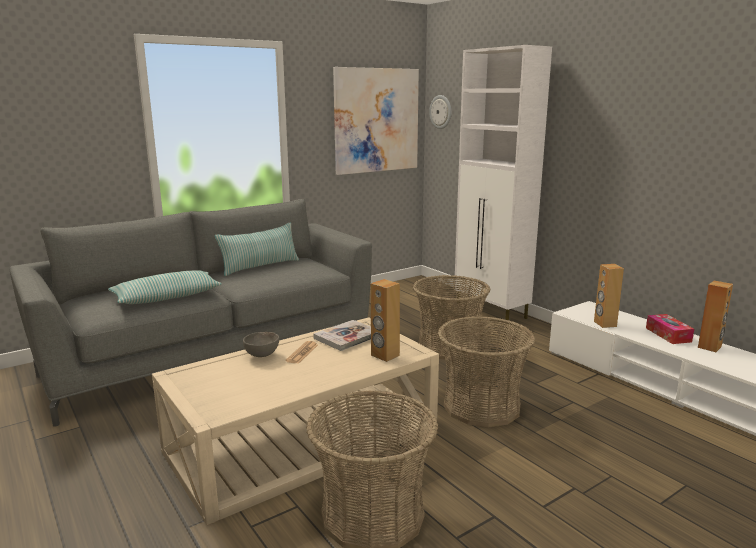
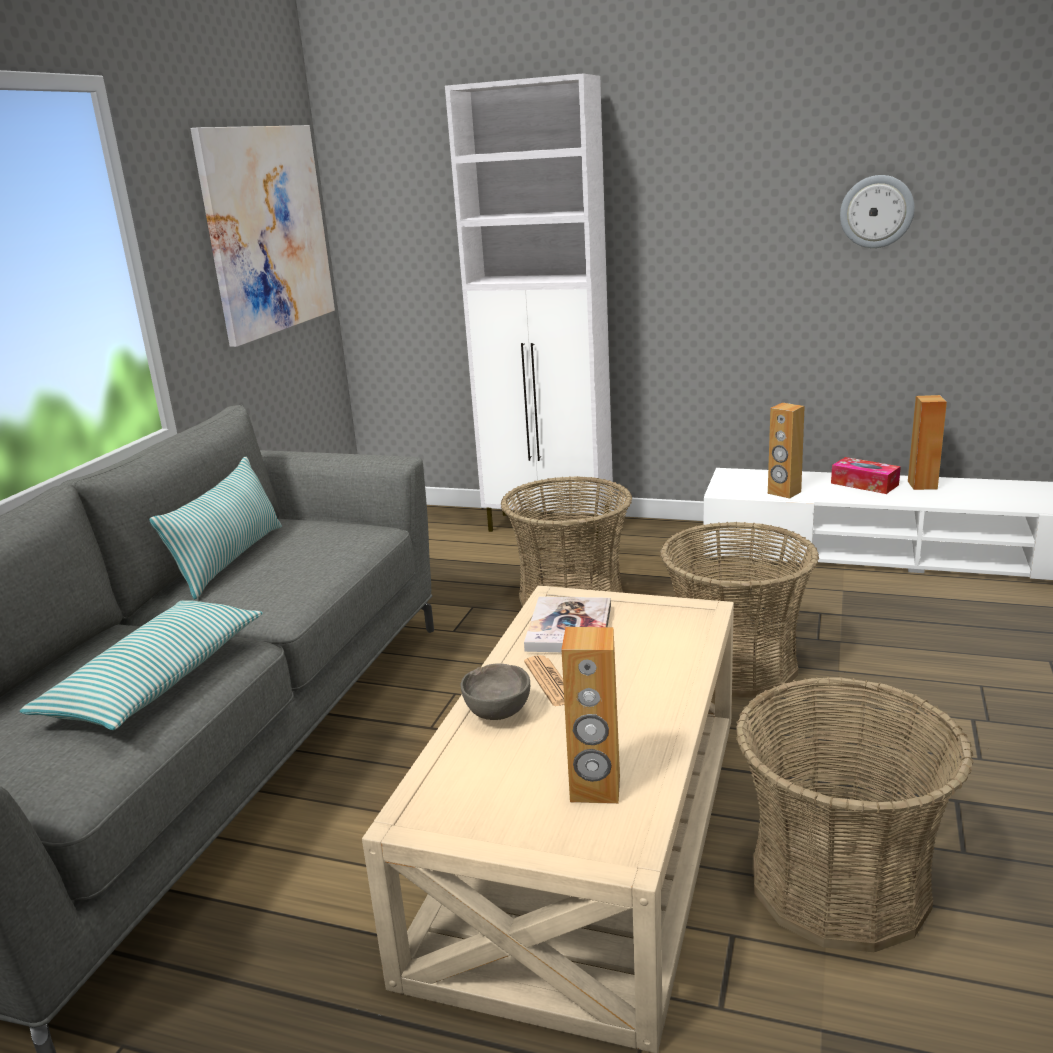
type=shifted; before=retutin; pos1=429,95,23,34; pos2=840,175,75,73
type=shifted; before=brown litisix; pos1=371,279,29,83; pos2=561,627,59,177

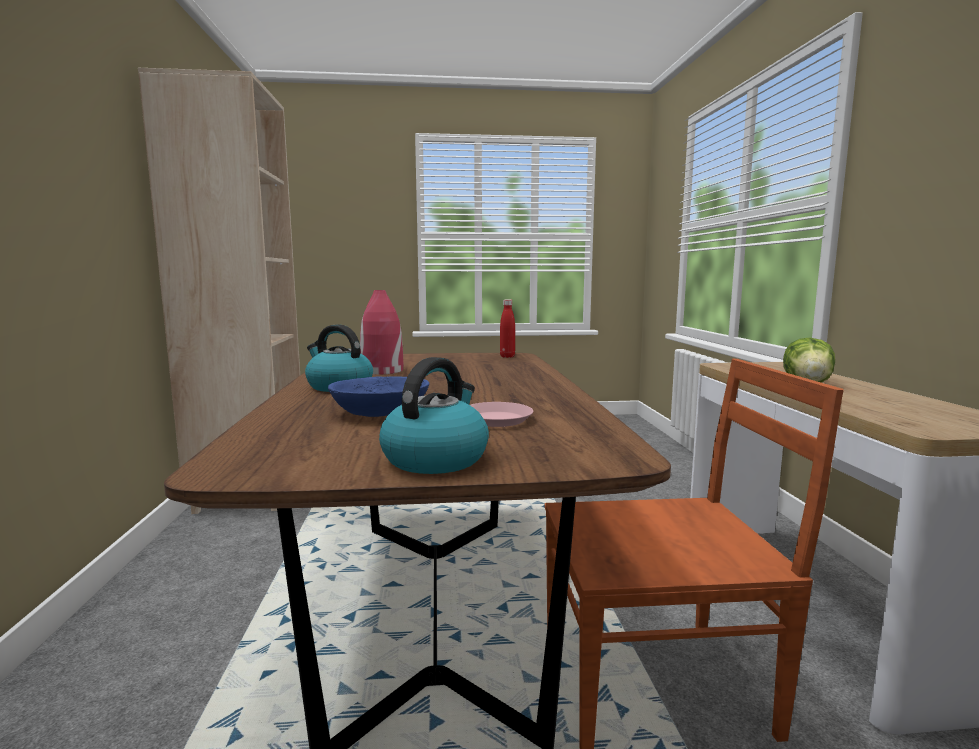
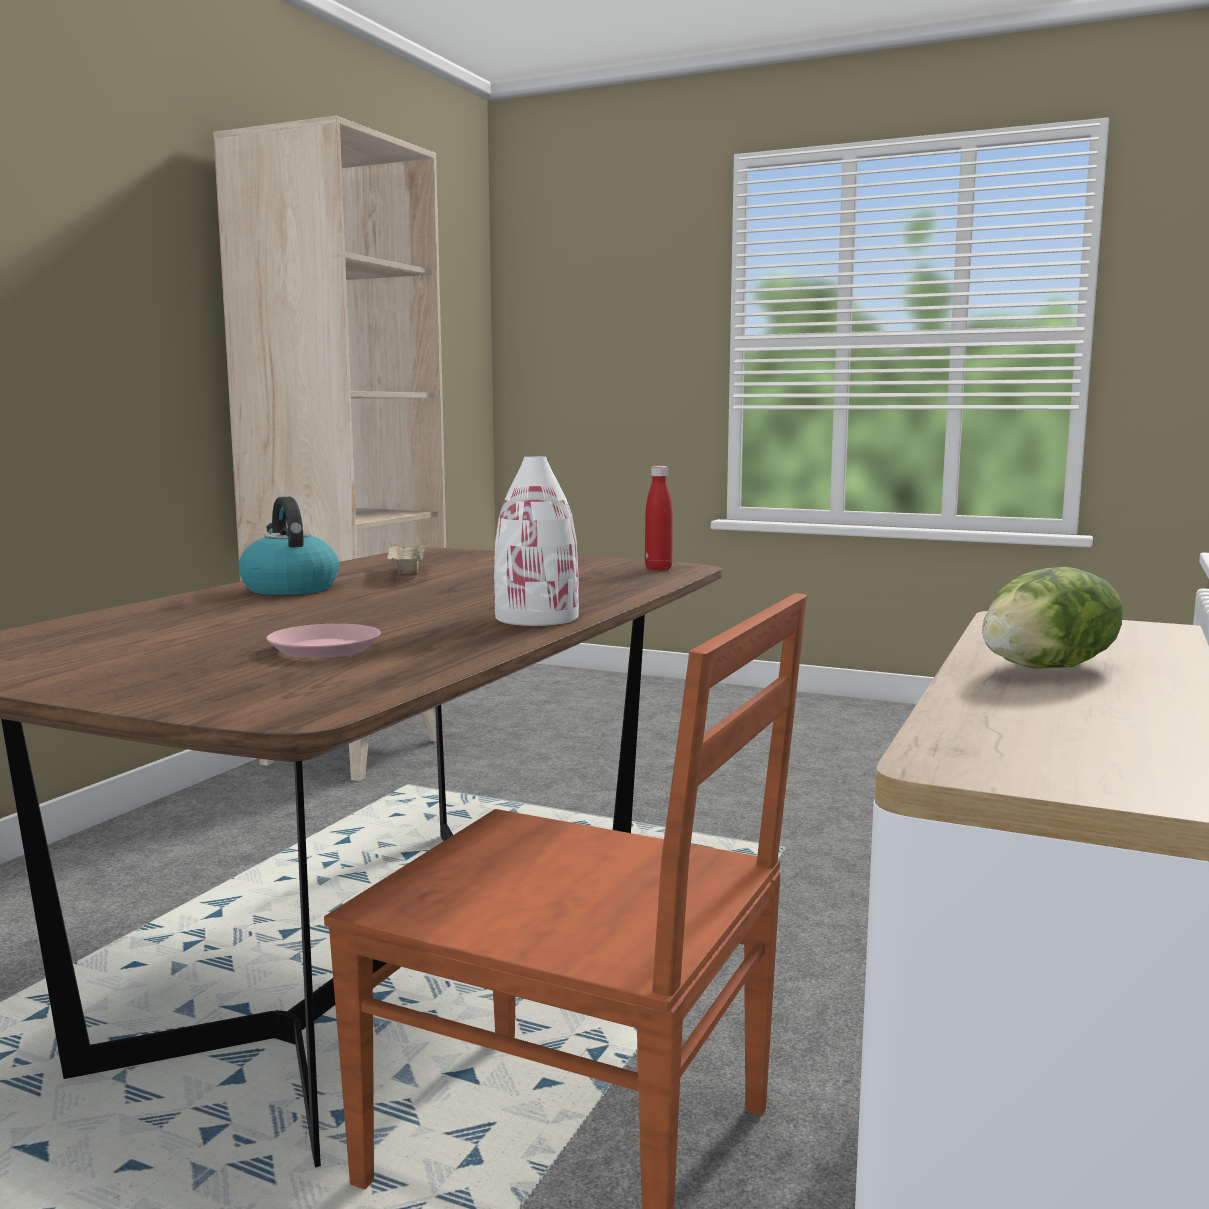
type=swapped; before=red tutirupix; after=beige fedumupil; pos1=360,290,43,84; pos2=386,541,41,35
type=gone; before=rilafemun; pos1=379,357,110,117
type=gone; before=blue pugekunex; pos1=328,376,101,41
type=new; after=white tutirupix; pos2=494,456,85,170

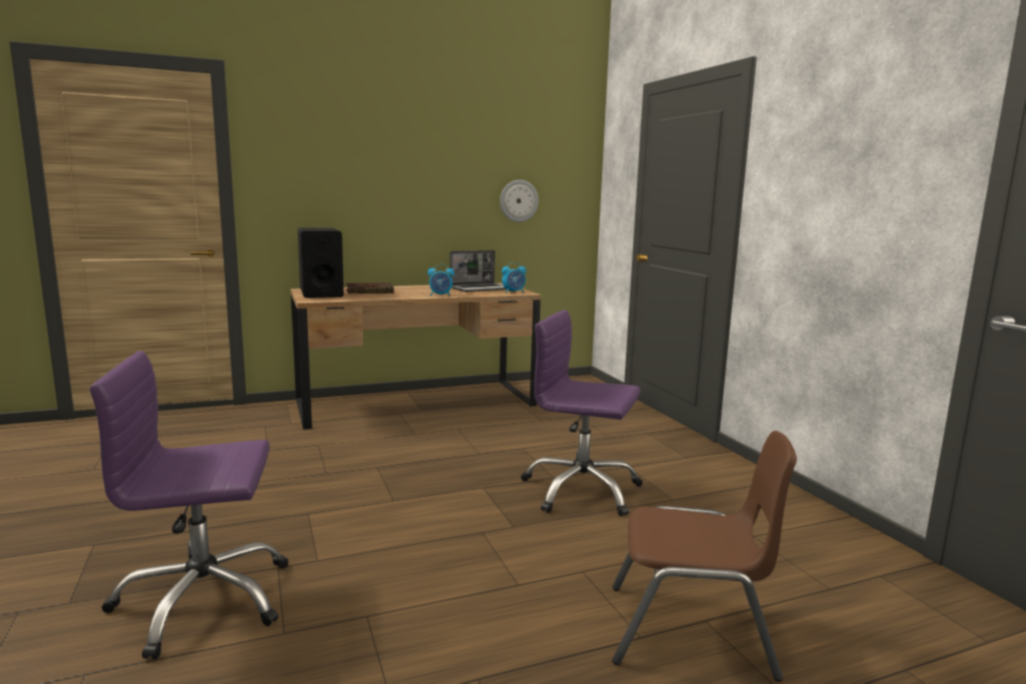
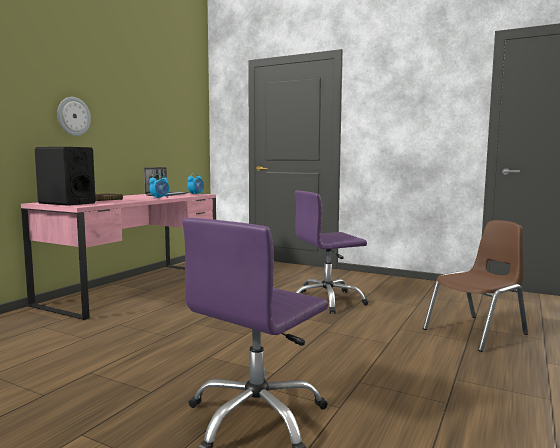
type=shifted; before=retutin; pos1=500,180,39,42; pos2=57,97,34,39
type=repainted; before=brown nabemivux; after=pink nabemivux; pos1=290,283,251,147; pos2=21,193,195,127

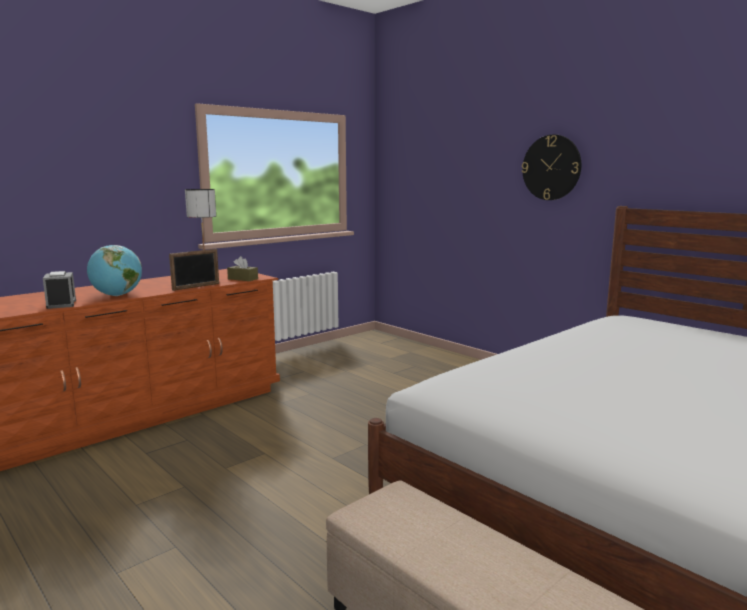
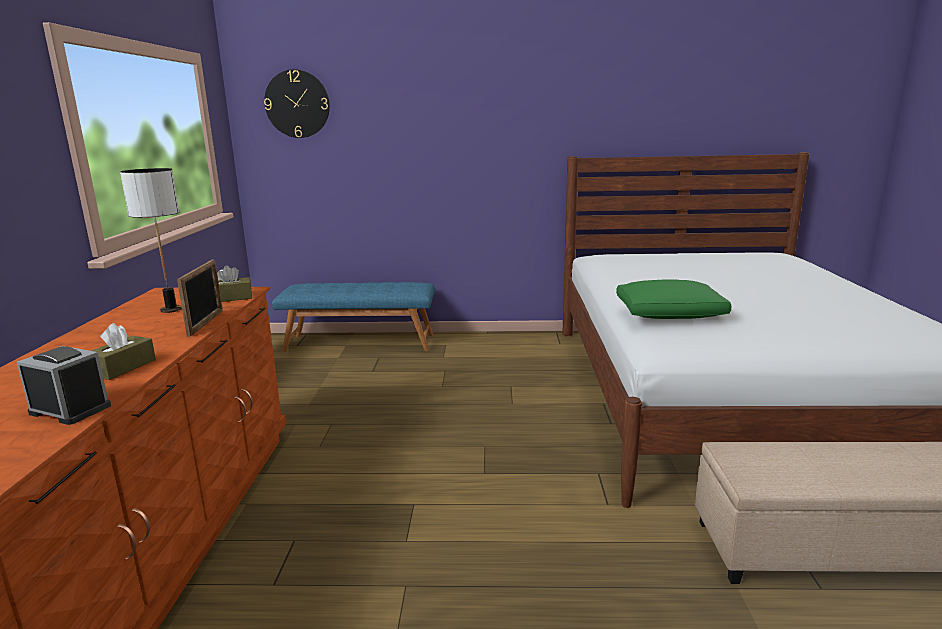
type=shifted; before=retutin; pos1=522,134,59,66; pos2=264,69,66,69
type=swapped; before=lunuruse; after=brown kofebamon; pos1=87,245,55,51; pos2=91,323,65,57
type=new; after=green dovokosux; pos2=616,279,116,40
type=new; after=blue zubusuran; pos2=272,282,163,70

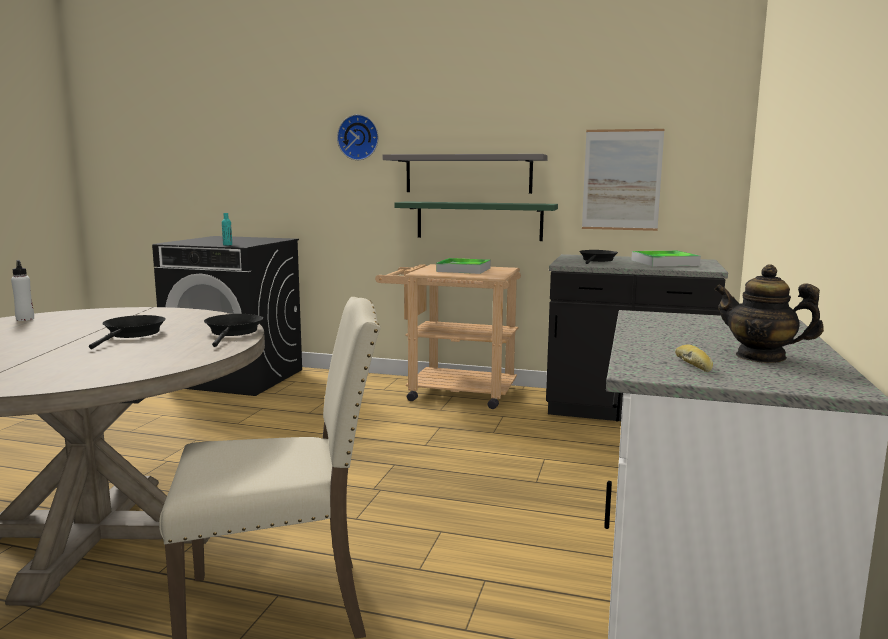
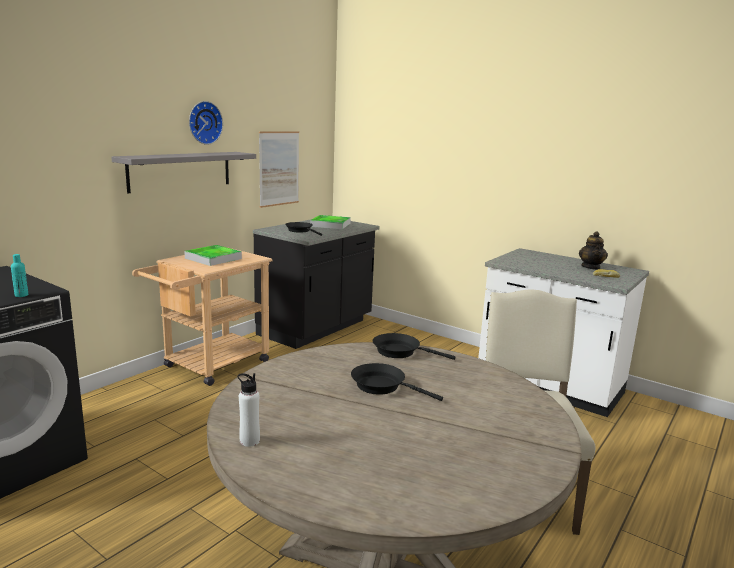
type=shifted; before=retutin; pos1=337,114,42,46; pos2=189,101,34,44
type=gone; before=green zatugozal; pos1=394,201,164,40
type=rotated; before=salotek; pos1=714,264,110,99; pos2=579,231,29,39; turn=-45

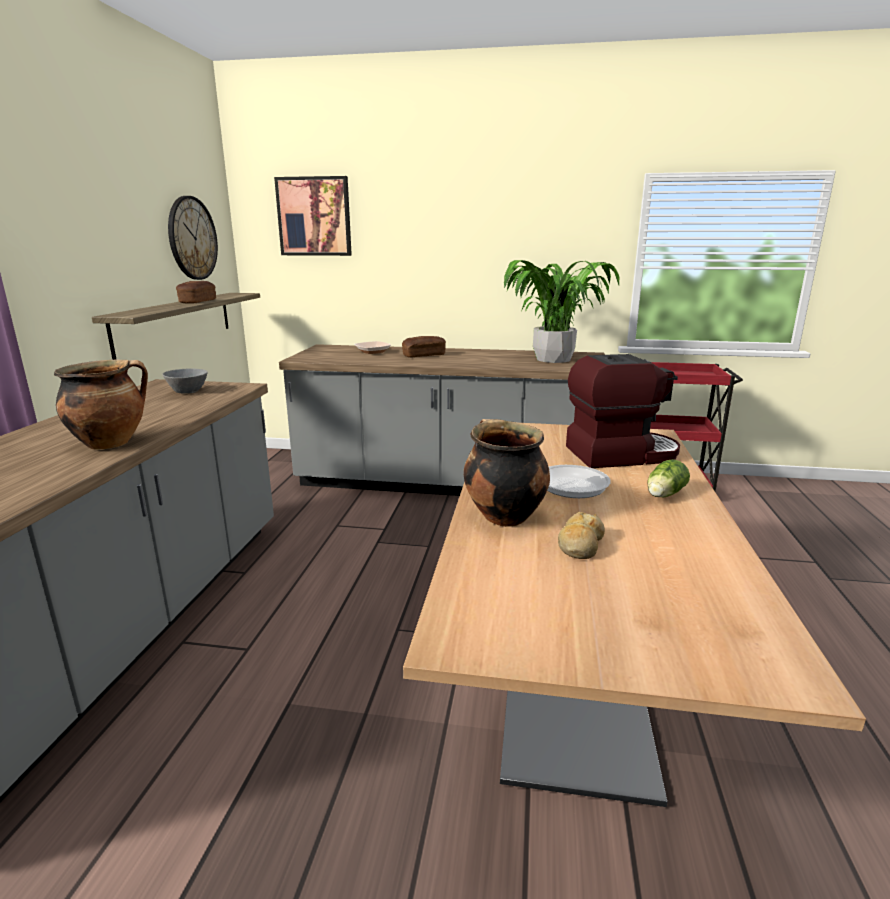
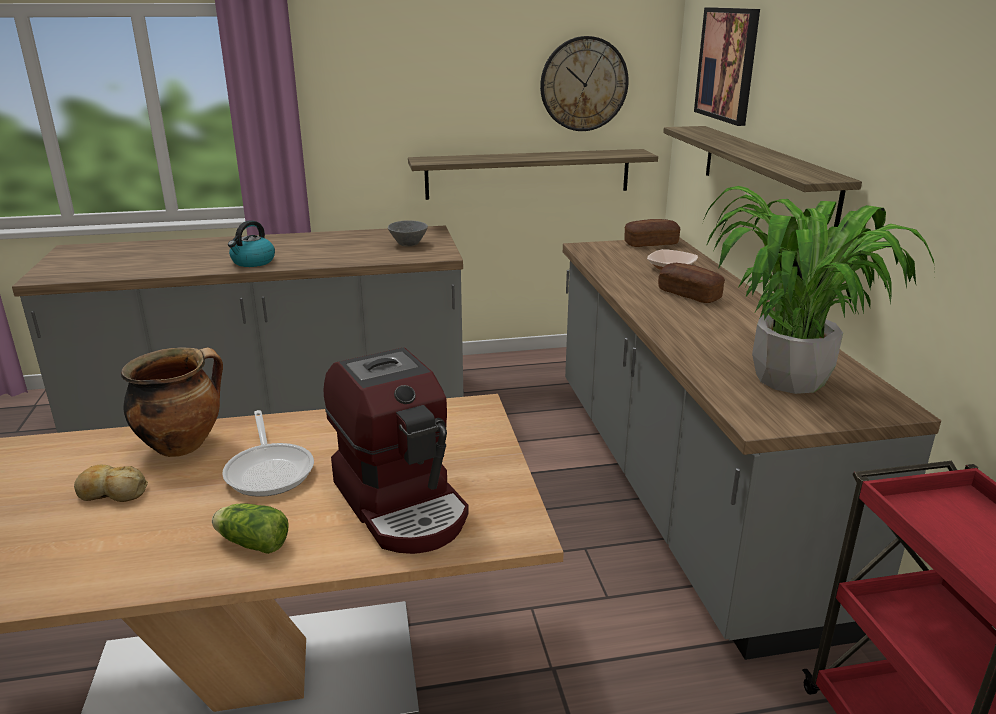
type=shifted; before=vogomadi; pos1=176,281,40,23; pos2=625,219,55,28
type=swapped; before=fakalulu; after=rilafemun; pos1=54,359,94,91; pos2=228,220,47,47
type=new; after=zatugozal; pos2=663,126,199,101

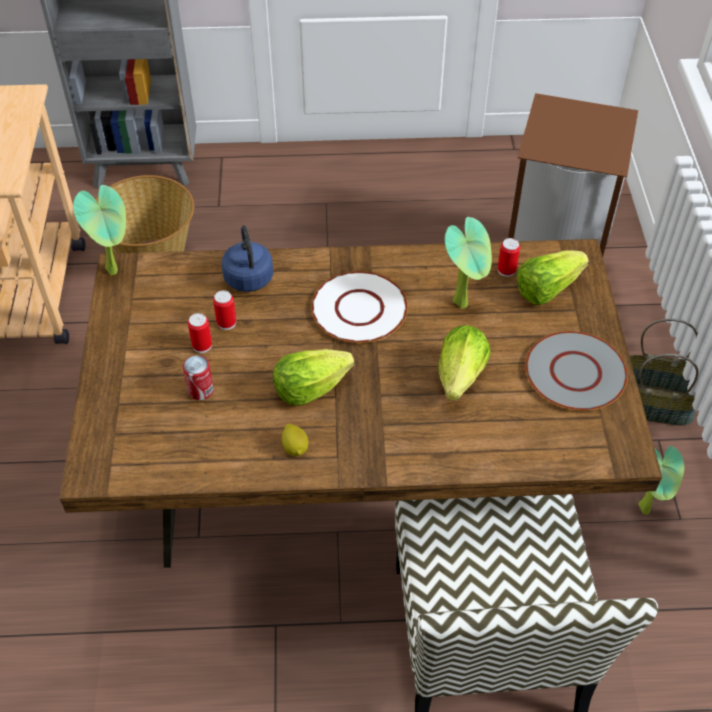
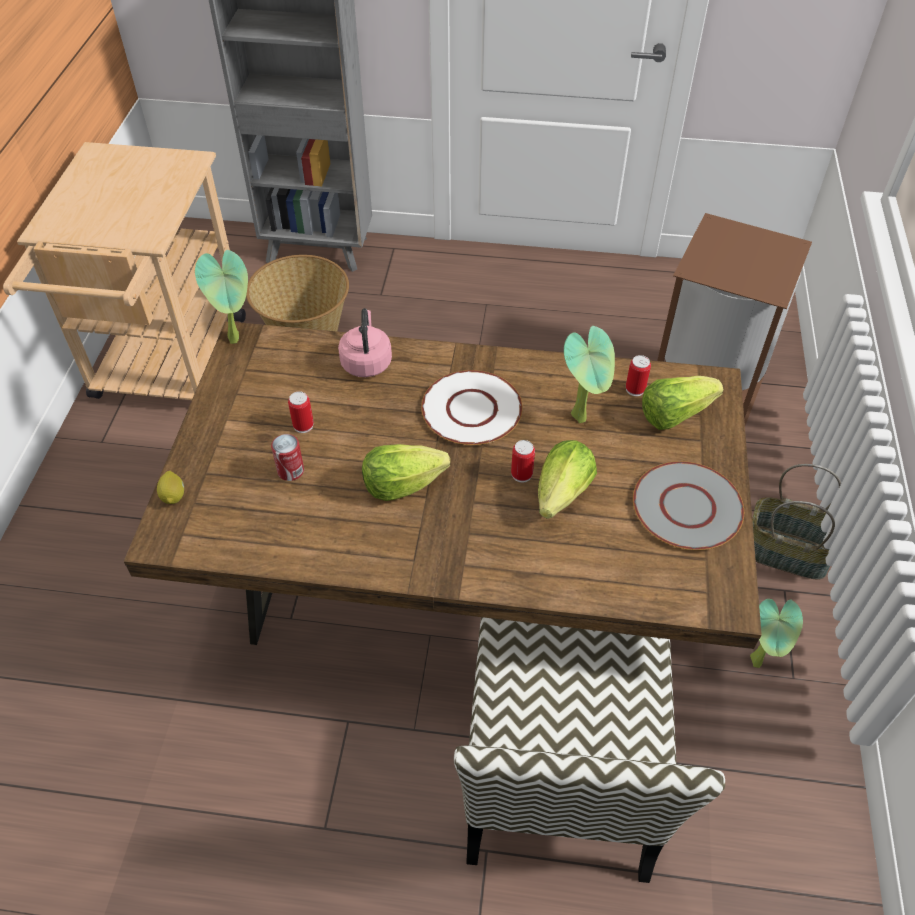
type=repainted; before=blue rilafemun; after=pink rilafemun; pos1=222,225,51,67; pos2=338,308,54,69
type=shifted; before=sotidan; pos1=213,290,23,40; pos2=511,440,24,43
type=shifted; before=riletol; pos1=282,424,26,32; pos2=157,471,27,33

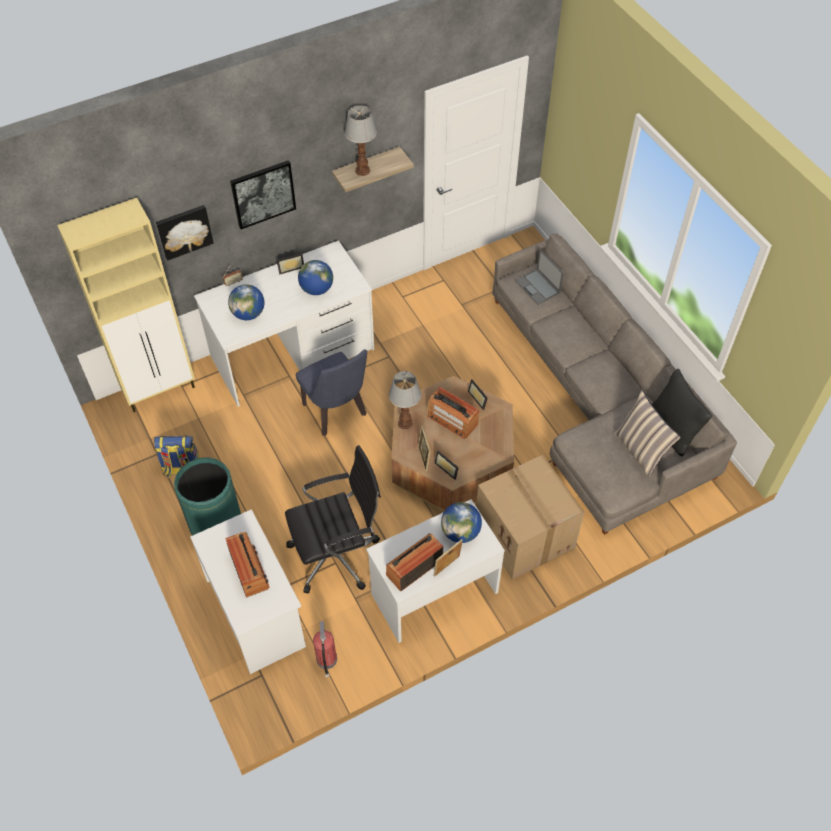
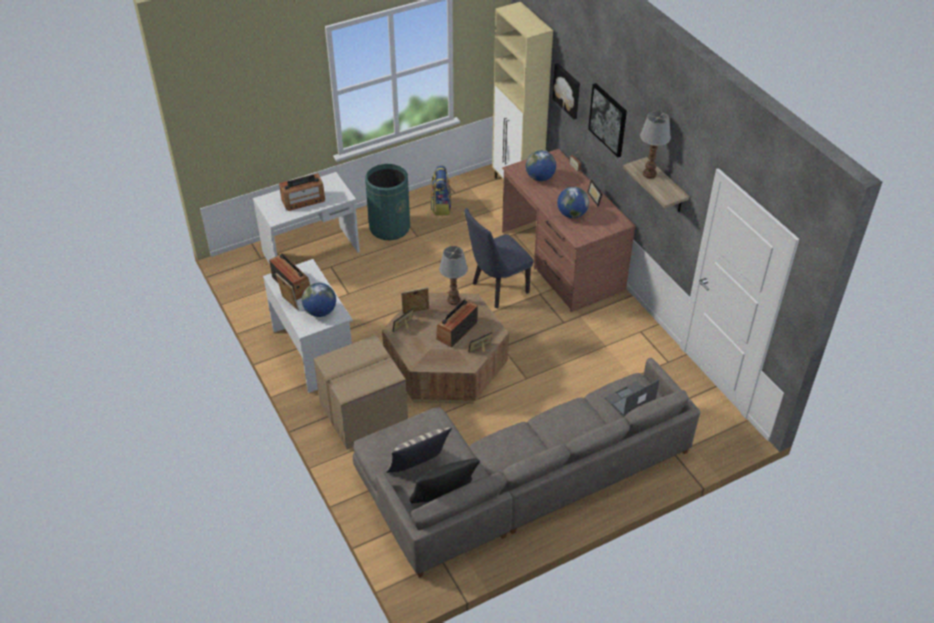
type=repainted; before=white nabemivux; after=brown nabemivux; pos1=194,240,180,167; pos2=502,149,133,163
type=gone; before=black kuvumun; pos1=285,445,96,149
type=gone; before=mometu; pos1=313,621,24,56

